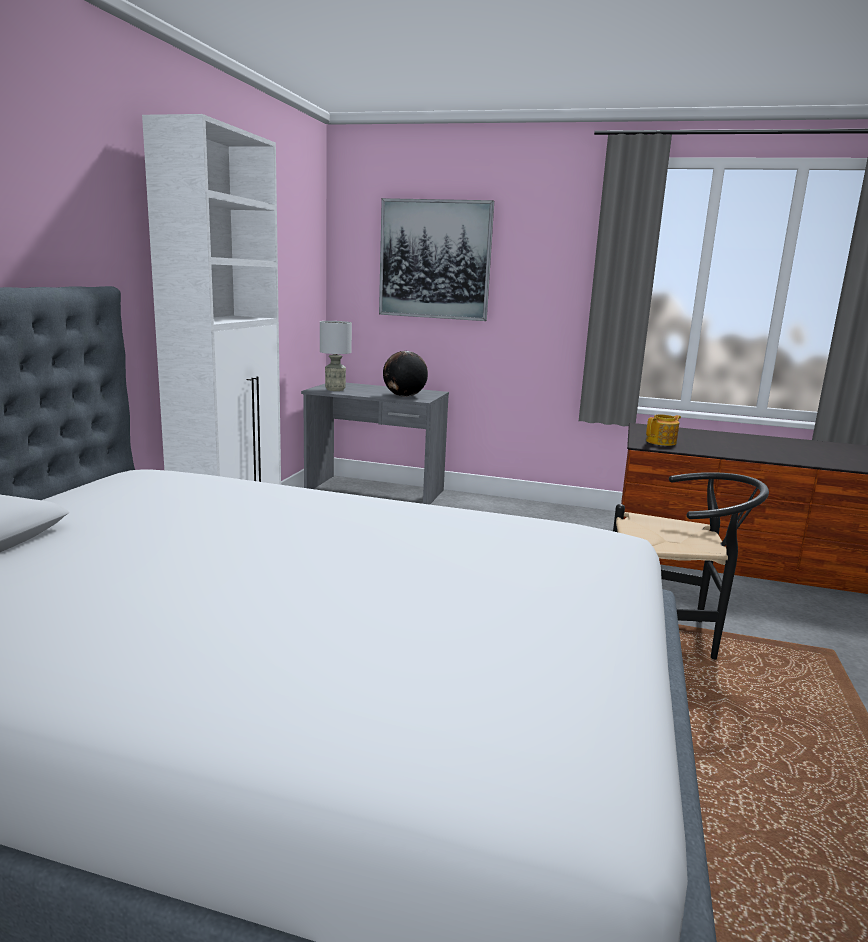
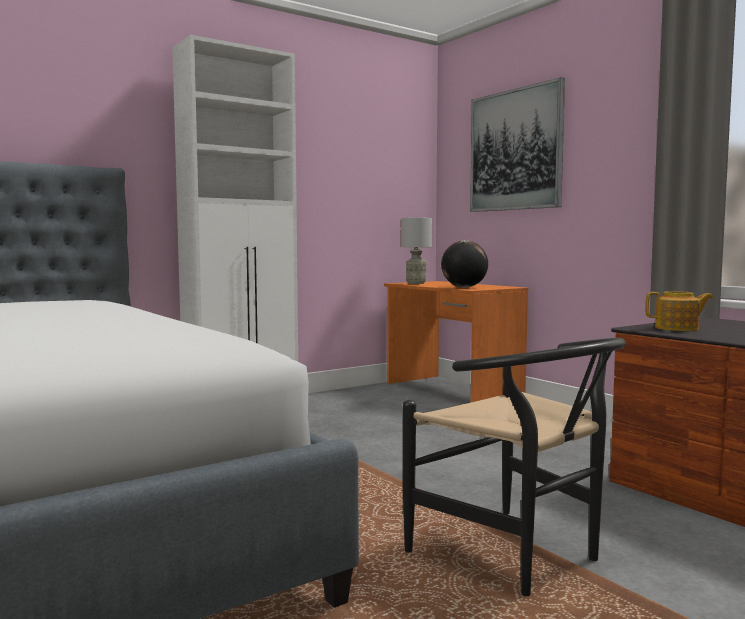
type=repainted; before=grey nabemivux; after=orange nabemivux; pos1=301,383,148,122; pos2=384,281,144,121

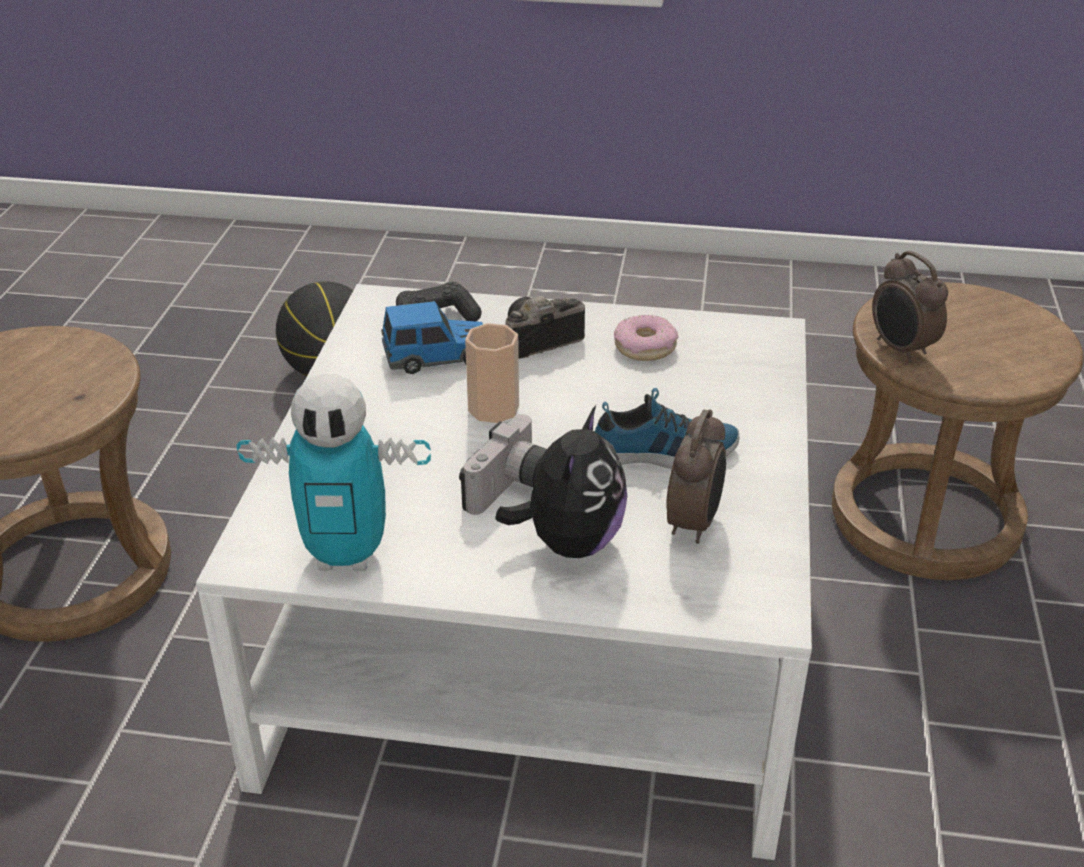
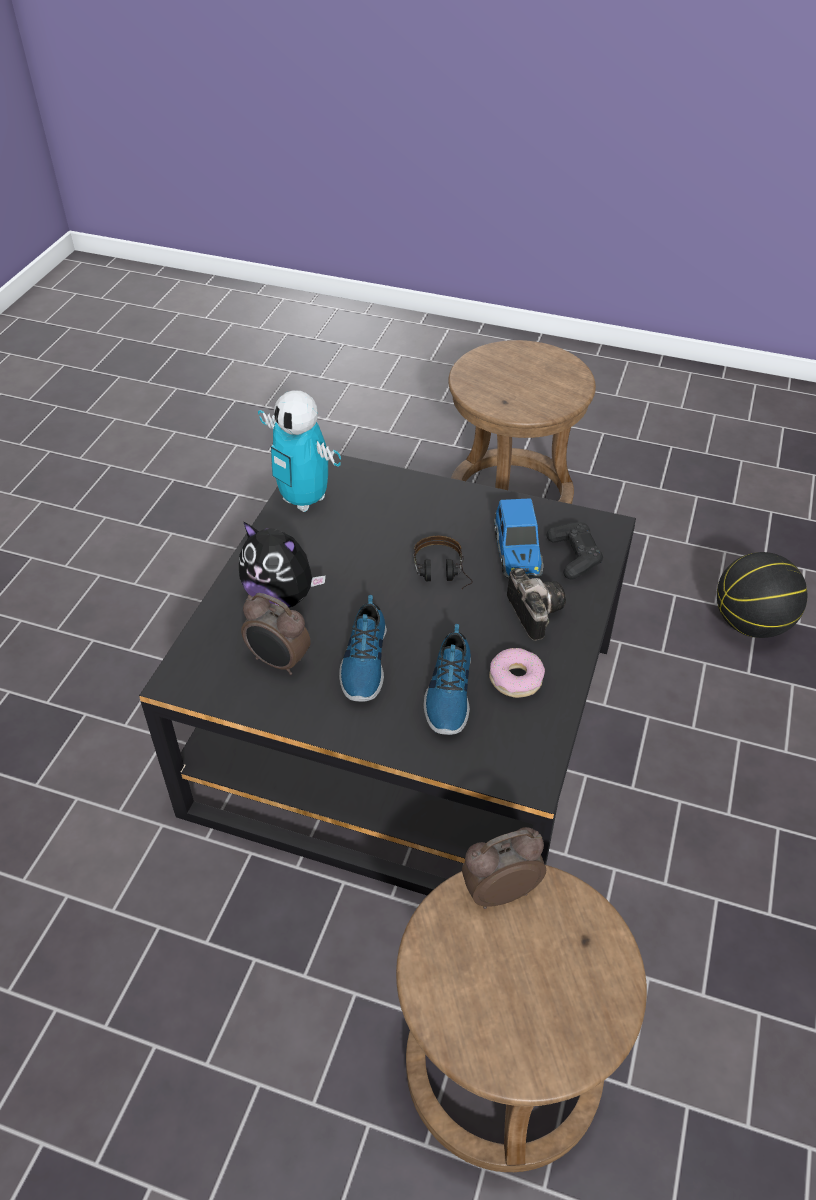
type=repainted; before=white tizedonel; after=black tizedonel; pos1=196,284,616,576; pos2=139,453,497,443
type=swapped; before=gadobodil; after=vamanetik; pos1=465,323,54,100; pos2=414,536,59,53
type=rotated; before=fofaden; pos1=236,374,195,197; pos2=258,390,83,122; turn=-60
type=gone; before=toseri; pos1=459,414,88,101
type=new; after=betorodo; pos2=424,624,47,111

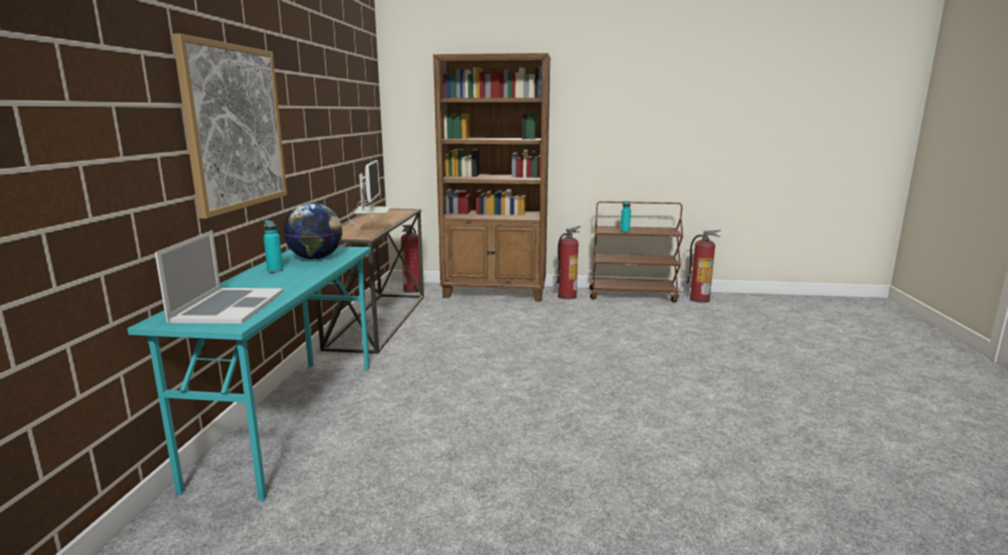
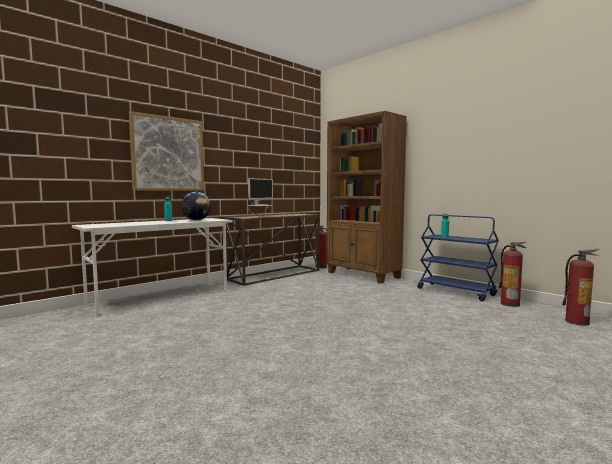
type=repainted; before=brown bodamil; after=blue bodamil; pos1=589,201,94,101; pos2=417,214,82,87
type=shifted; before=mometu; pos1=556,226,25,73; pos2=562,249,37,77
type=gone; before=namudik; pos1=155,230,129,94
type=repainted; before=turquoise nabemivux; after=white nabemivux; pos1=127,246,244,256; pos2=72,218,161,98

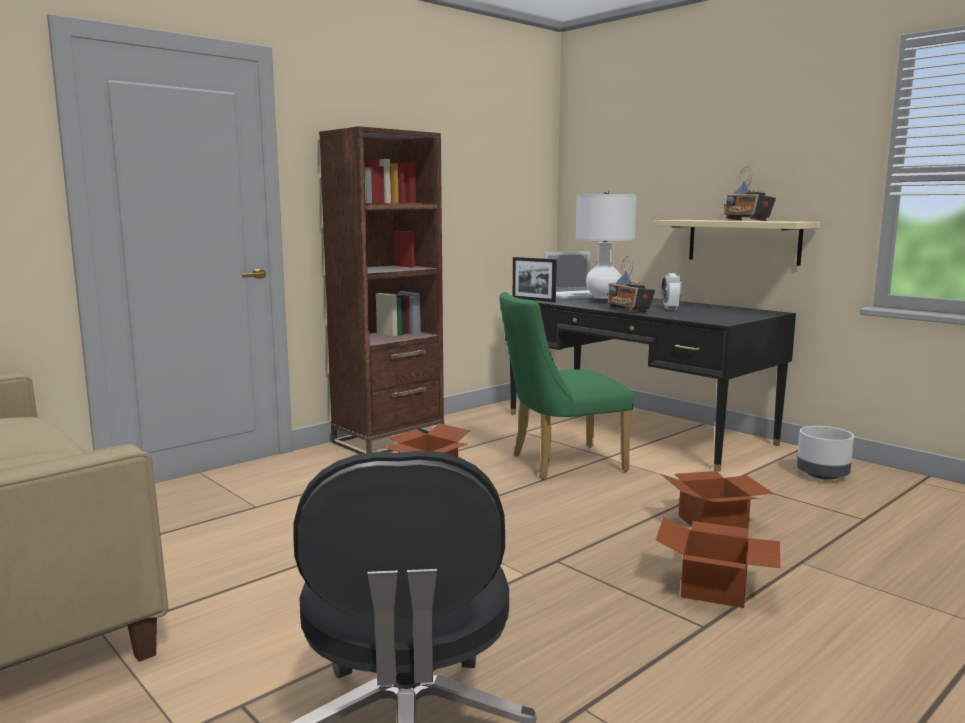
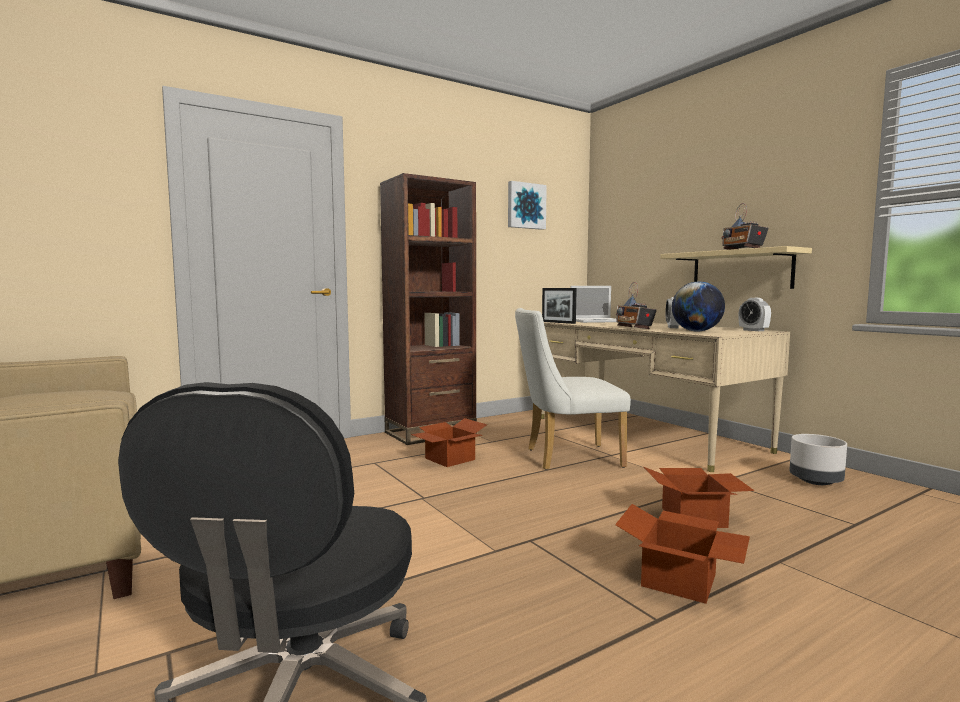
type=gone; before=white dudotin; pos1=576,190,61,113
type=repainted; before=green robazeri; after=white robazeri; pos1=499,292,135,188; pos2=515,308,116,162
type=repainted; before=black nabemivux; after=beige nabemivux; pos1=505,298,291,174; pos2=541,322,249,150
type=new; after=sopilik; pos2=508,181,39,49
type=new; after=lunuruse; pos2=672,281,53,51
type=new; after=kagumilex; pos2=738,298,33,33

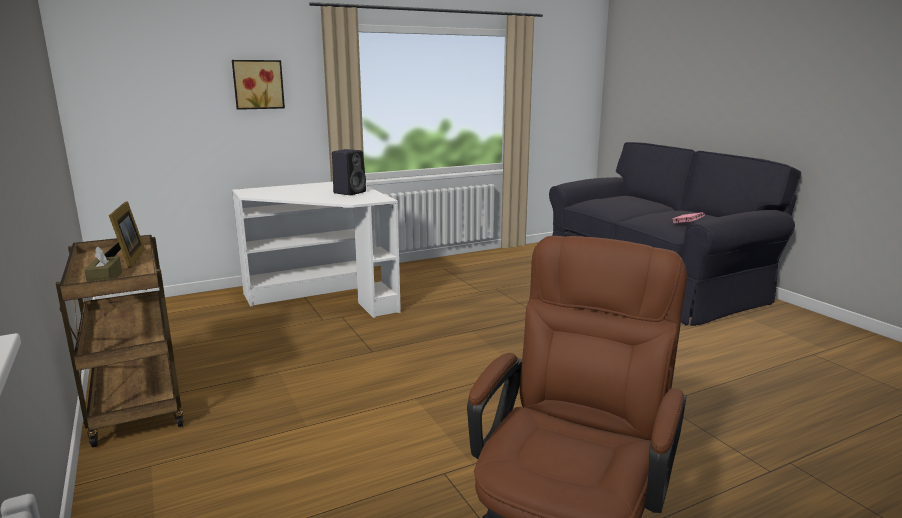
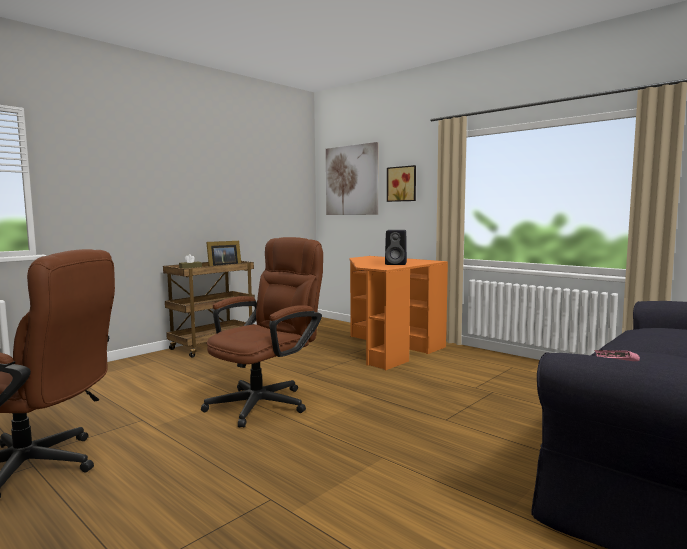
type=repainted; before=white nabemivux; after=orange nabemivux; pos1=232,182,169,136; pos2=349,256,99,114
type=new; after=sopilik; pos2=326,142,52,73
type=new; after=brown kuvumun; pos2=201,237,122,191

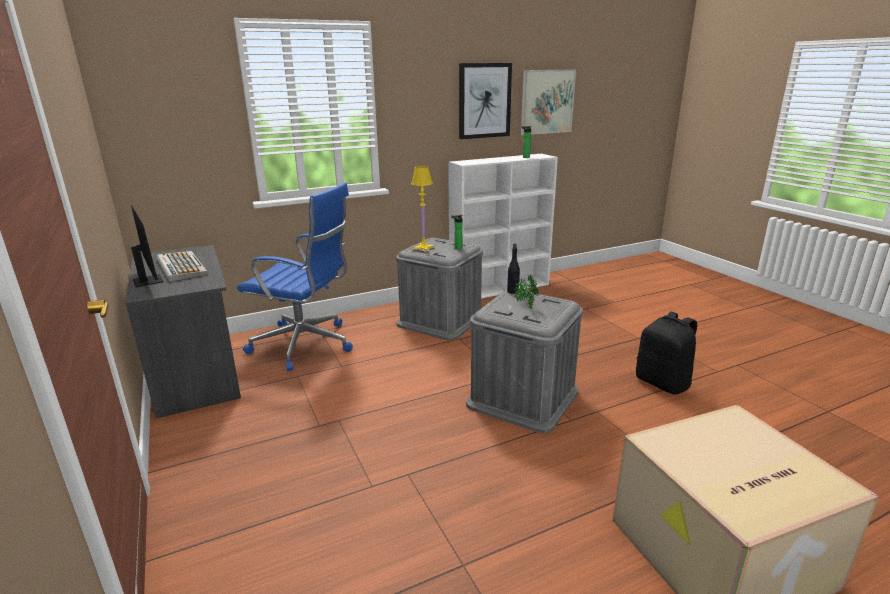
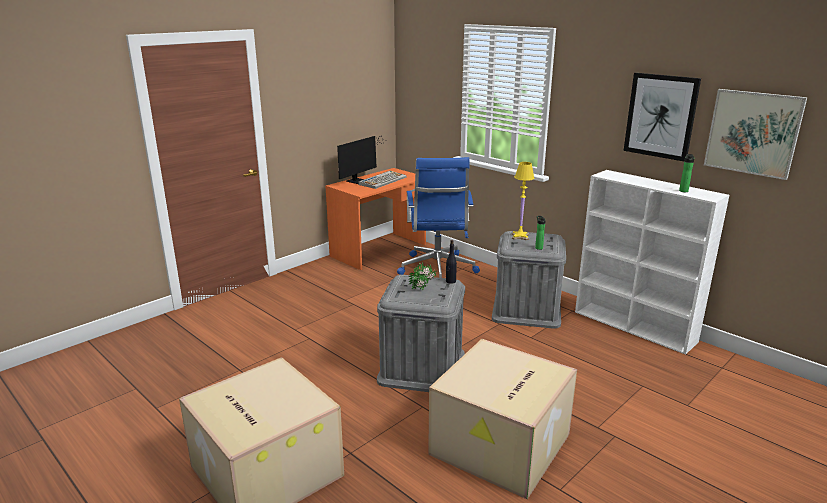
type=repainted; before=grey nabemivux; after=orange nabemivux; pos1=125,245,116,174; pos2=325,168,101,102
type=swapped; before=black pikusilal; after=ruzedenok; pos1=636,312,61,82; pos2=428,339,149,160

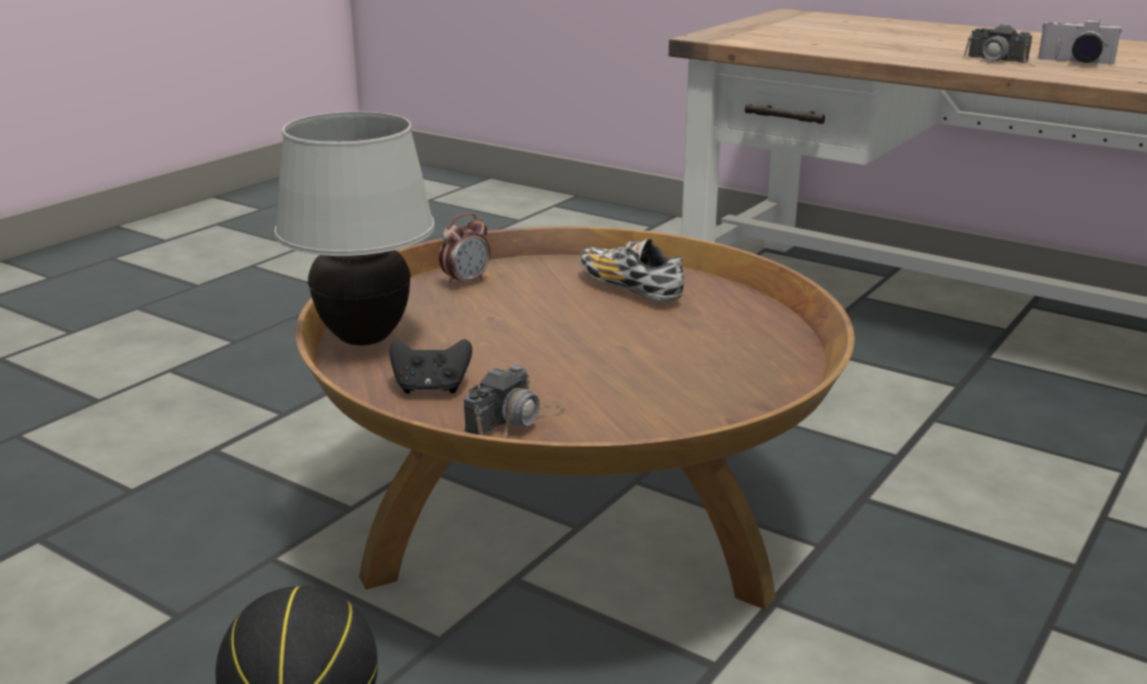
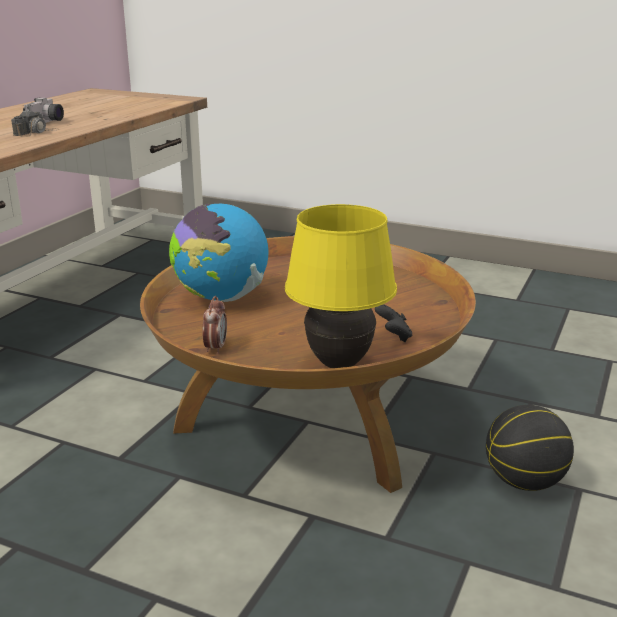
type=repainted; before=white dudotin; after=yellow dudotin; pos1=274,112,161,234; pos2=285,204,112,164
type=rotated; before=kagumilex; pos1=439,213,51,75; pos2=202,296,25,58; turn=60
type=swapped; before=betorodo; after=lunuruse; pos1=580,239,104,63; pos2=169,203,99,99
type=gone; before=toseri; pos1=464,365,100,73

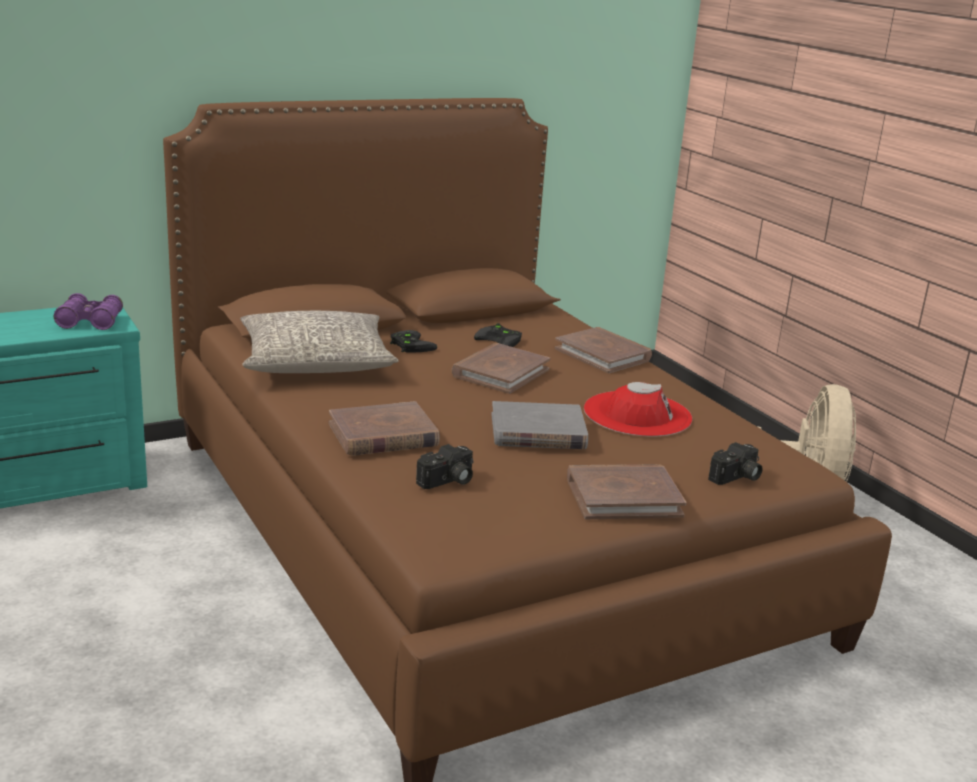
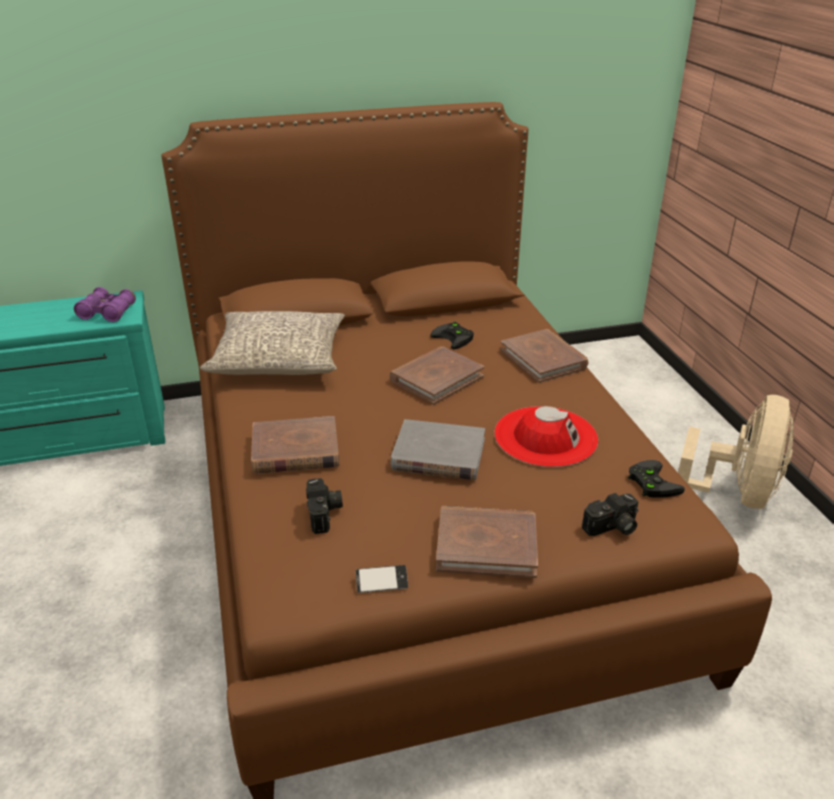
type=shifted; before=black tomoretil; pos1=390,330,47,23; pos2=628,460,57,37
type=rotated; before=toseri; pos1=416,444,58,45; pos2=306,478,37,56; turn=-75
type=new; after=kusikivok; pos2=356,565,52,28

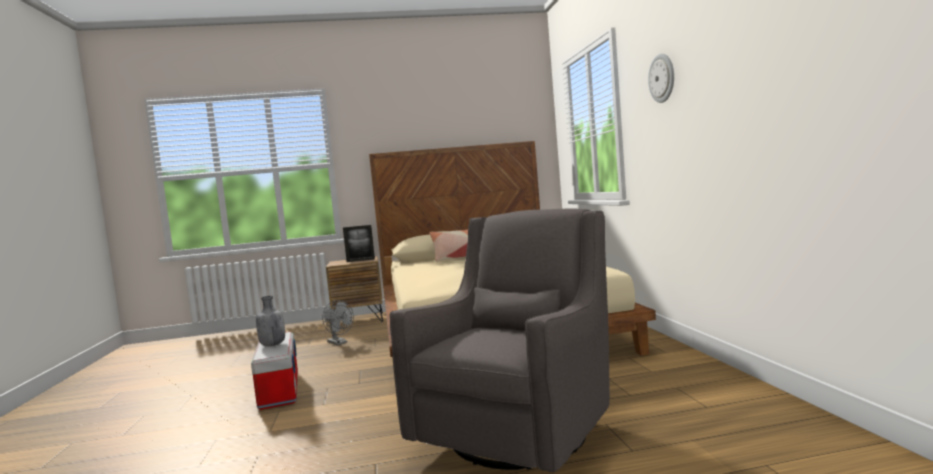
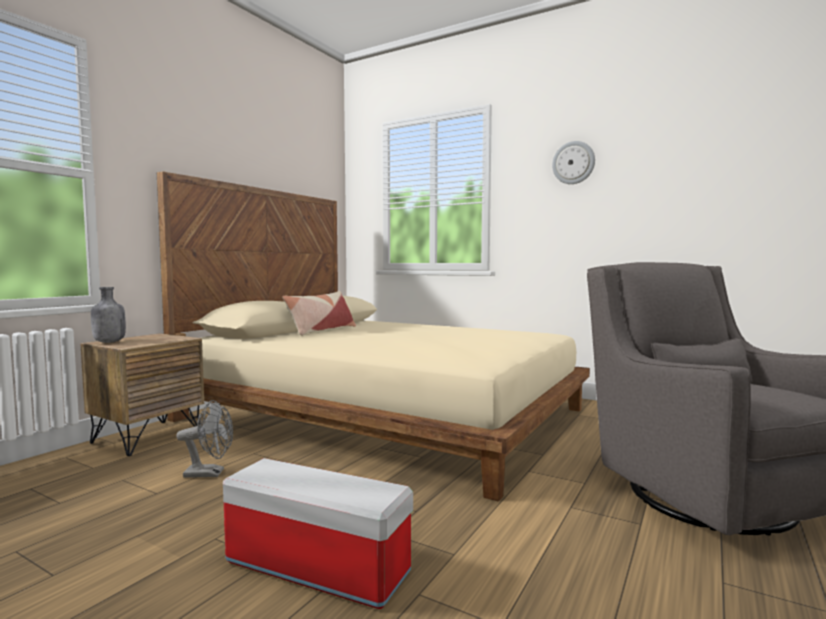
type=gone; before=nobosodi; pos1=343,225,32,37
type=shifted; before=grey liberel; pos1=256,296,29,50; pos2=91,287,35,56

